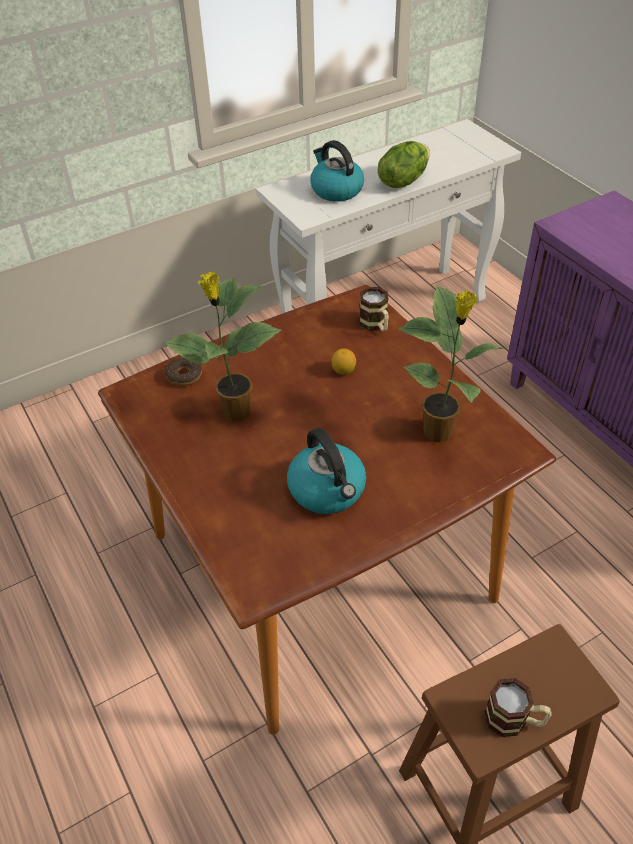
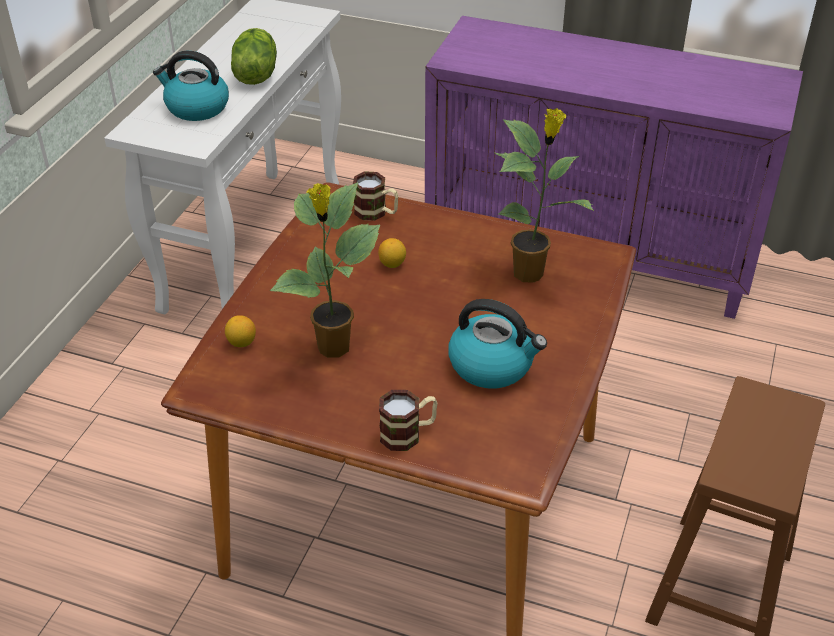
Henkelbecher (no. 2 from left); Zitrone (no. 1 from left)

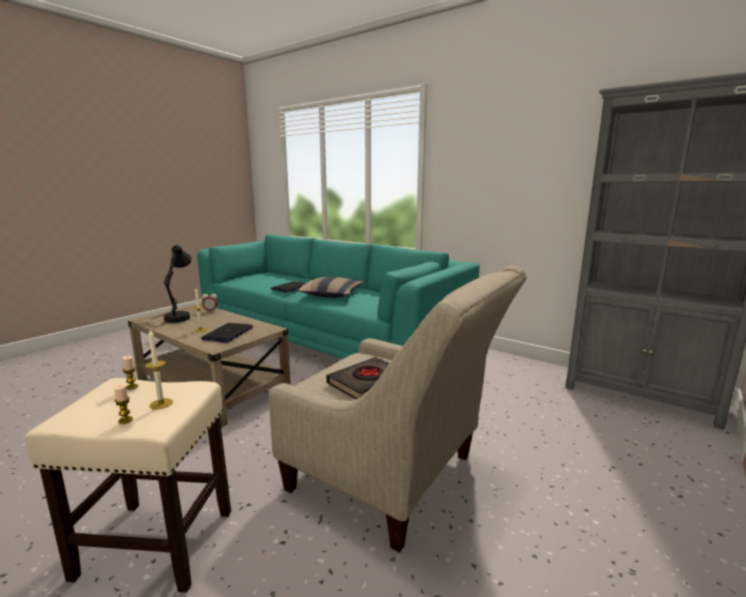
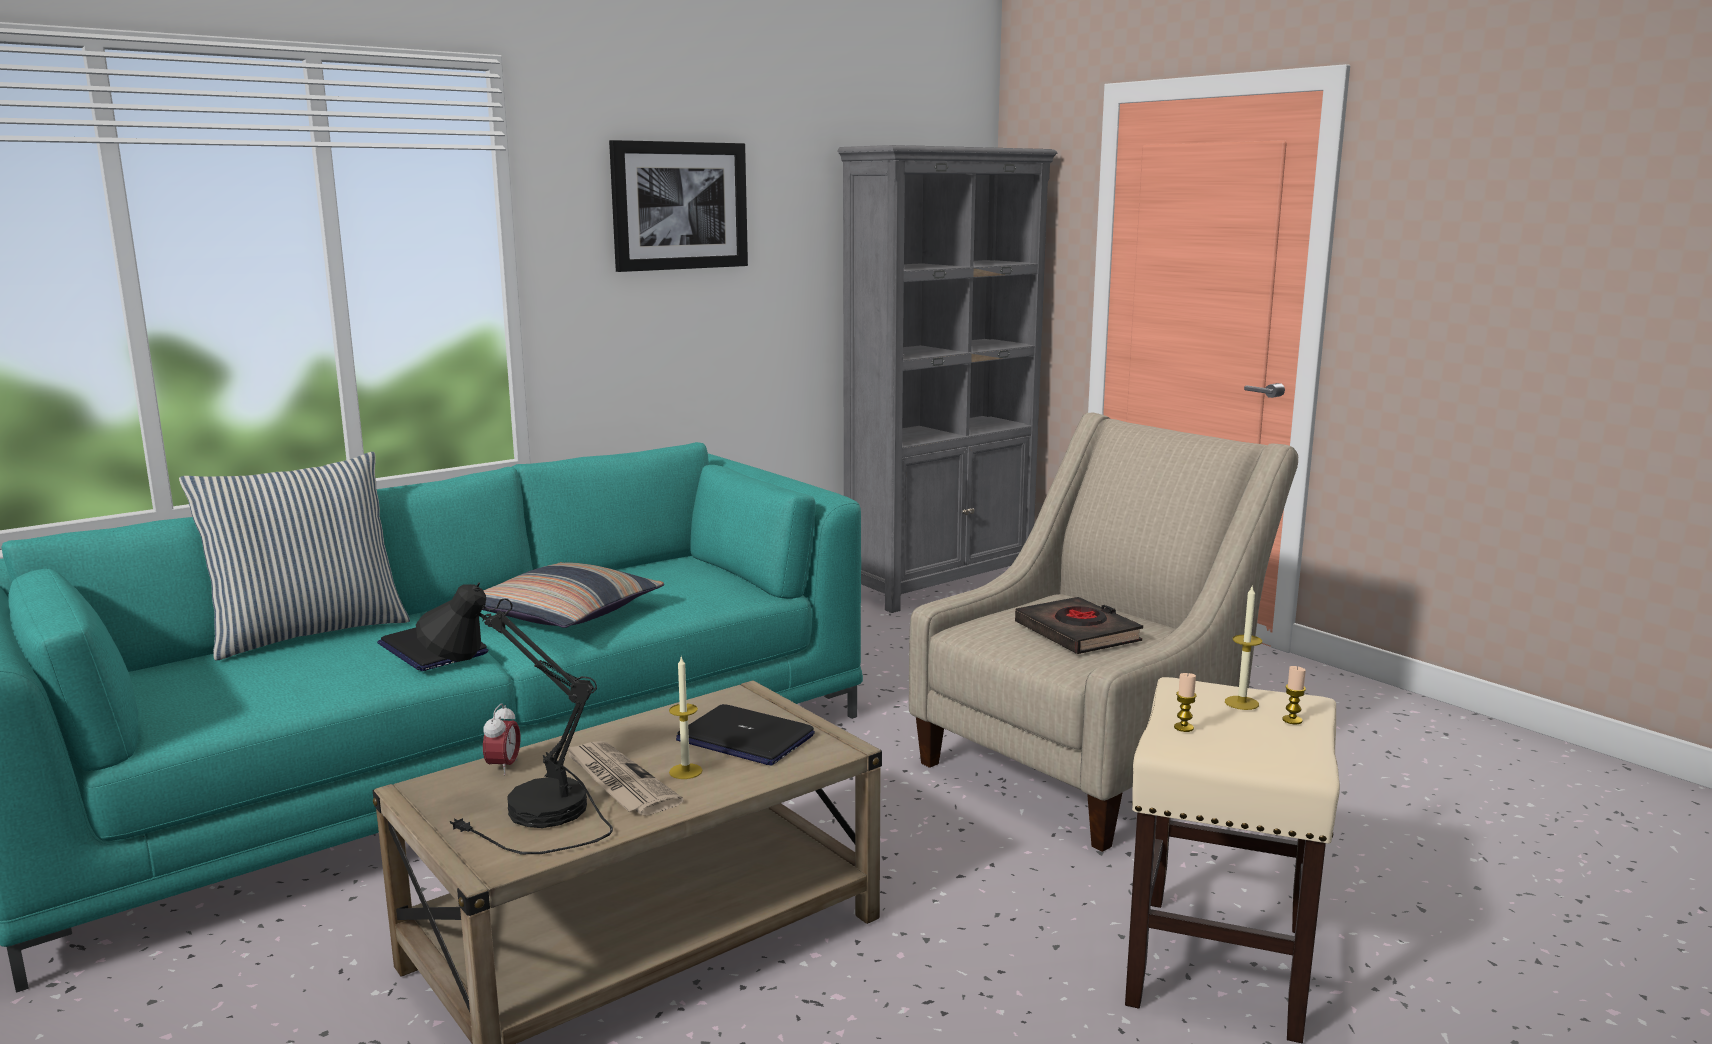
Kissen (no. 1 from left); Zeitung; Bild

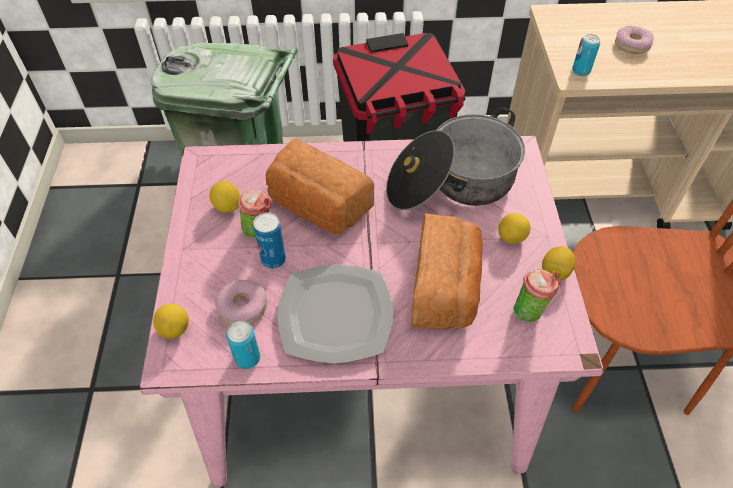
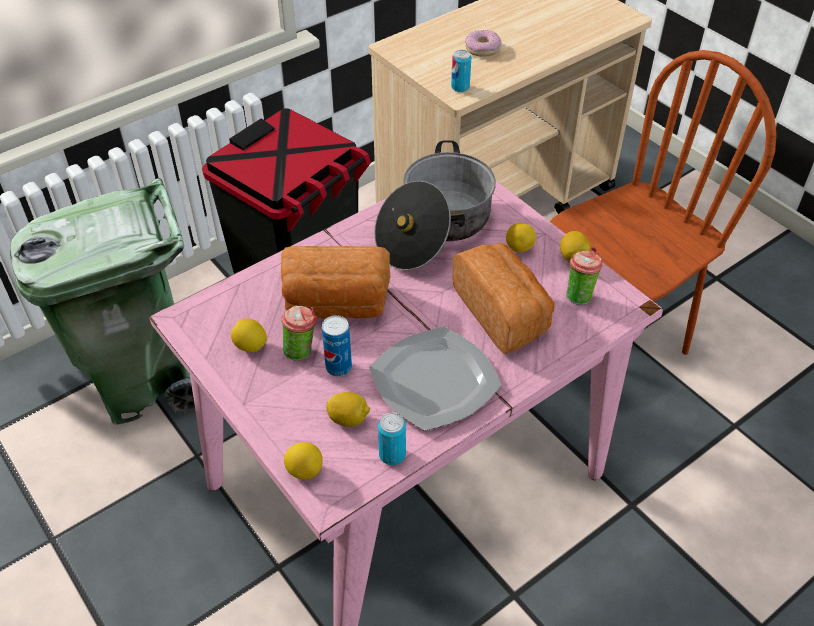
Zitrone (no. 3 from left)

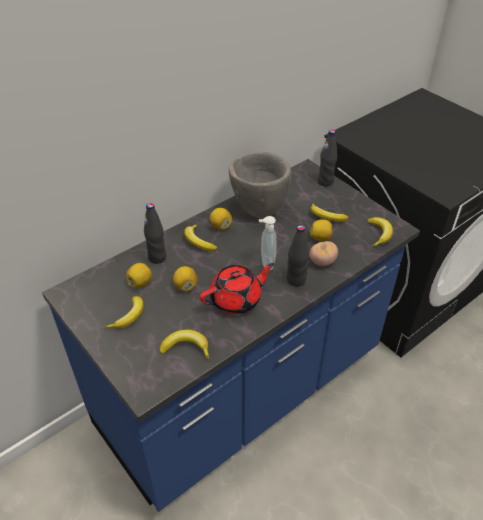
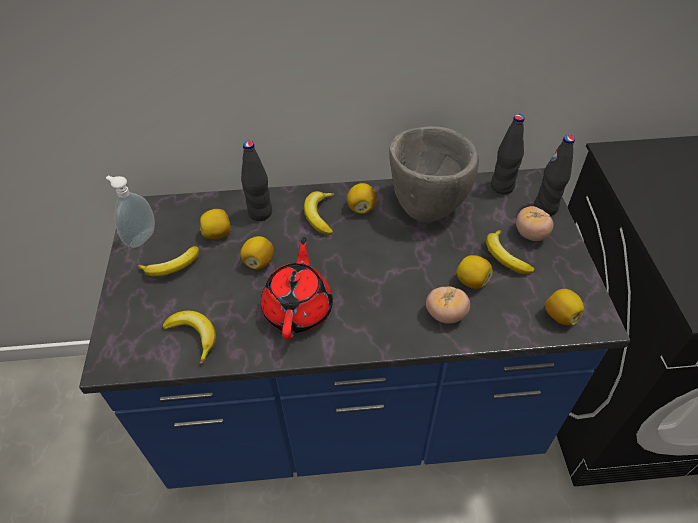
Tomate (no. 2 from left); Seifenspender; Flasche/schwarz (no. 2 from left); Zitrone (no. 5 from left); Teekanne/rot

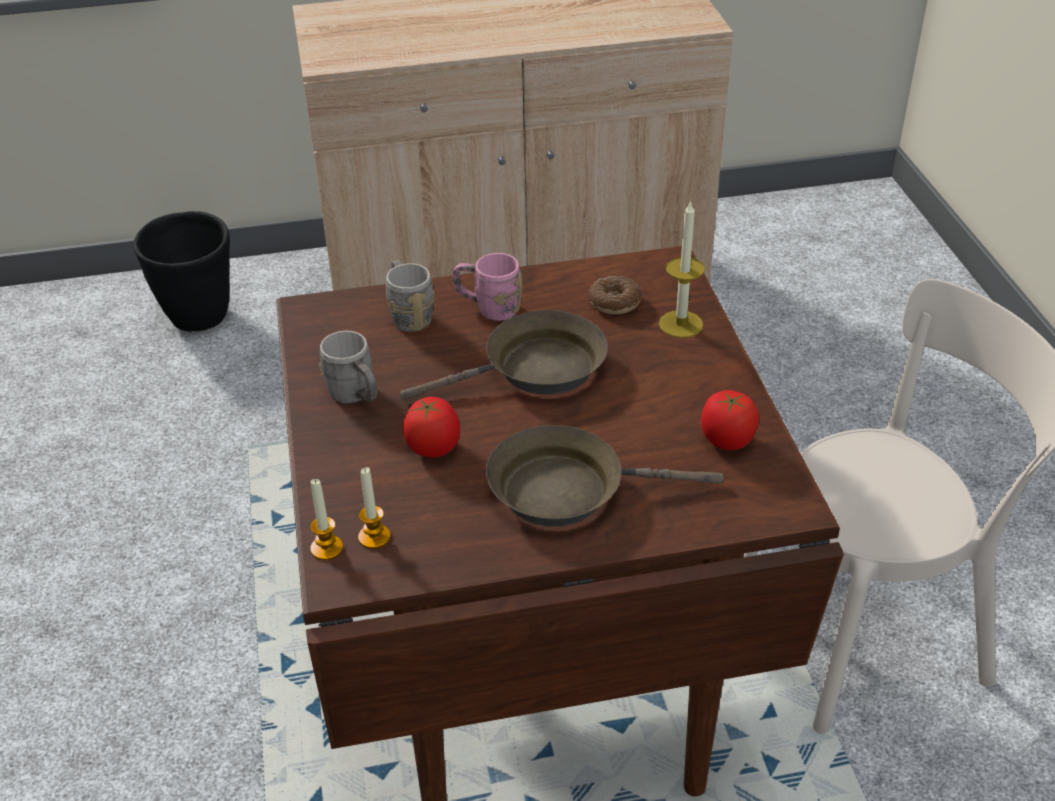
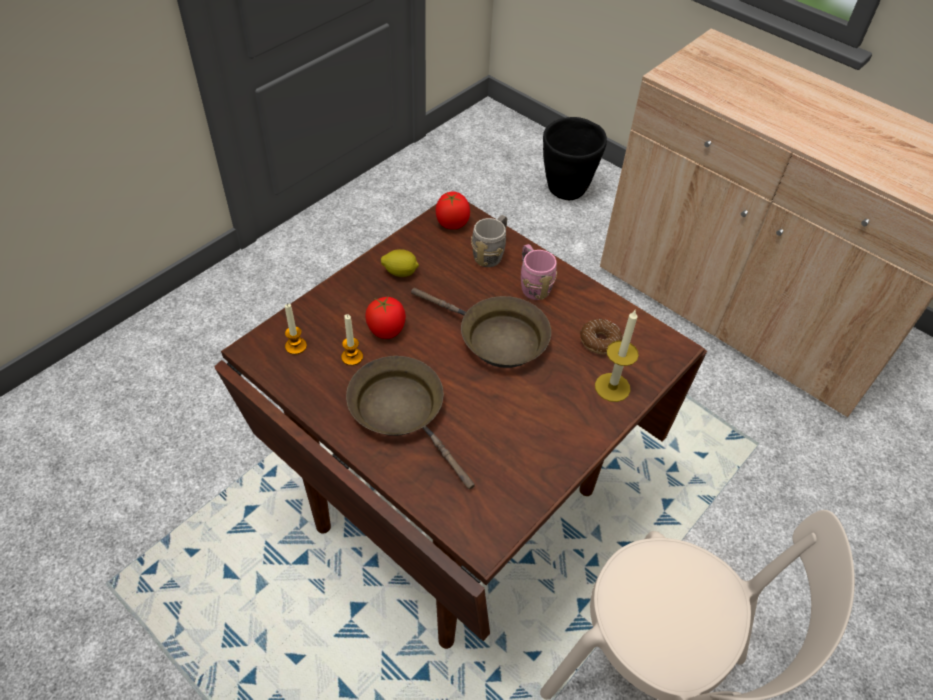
Kerze (no. 2 from left); Tomate (no. 2 from left); Zitrone

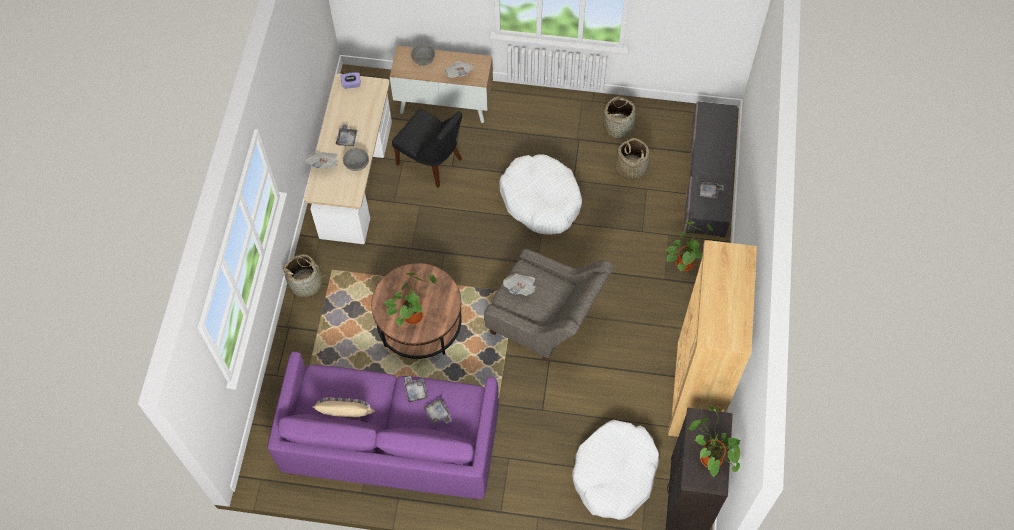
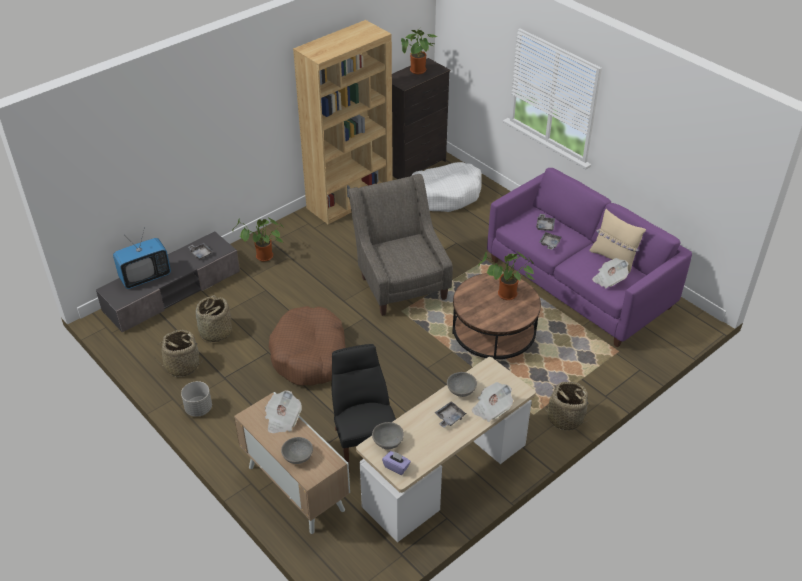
Fernseher; Pflanzkübel/grau; Schüssel/grau (no. 2 from left); Zeitung (no. 3 from left); Hundebett/braun

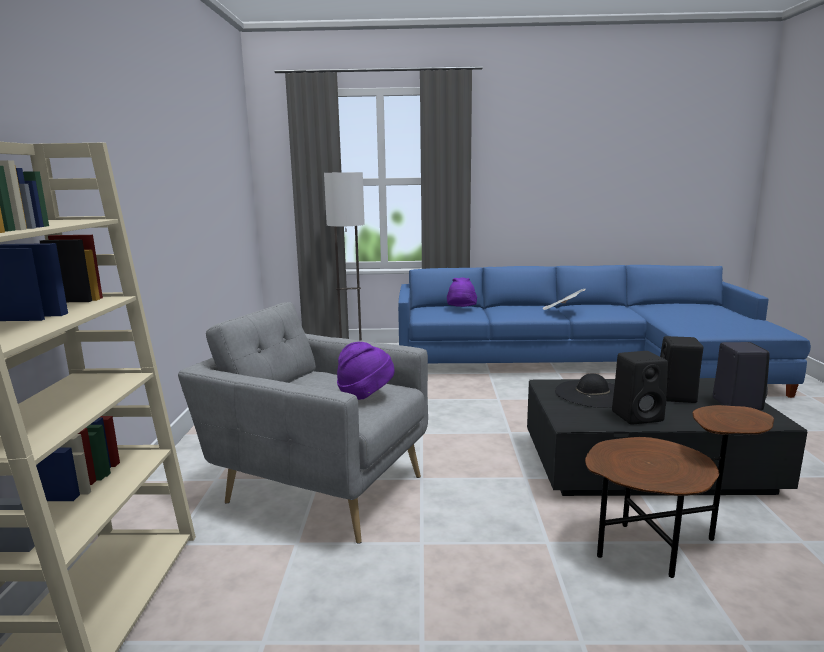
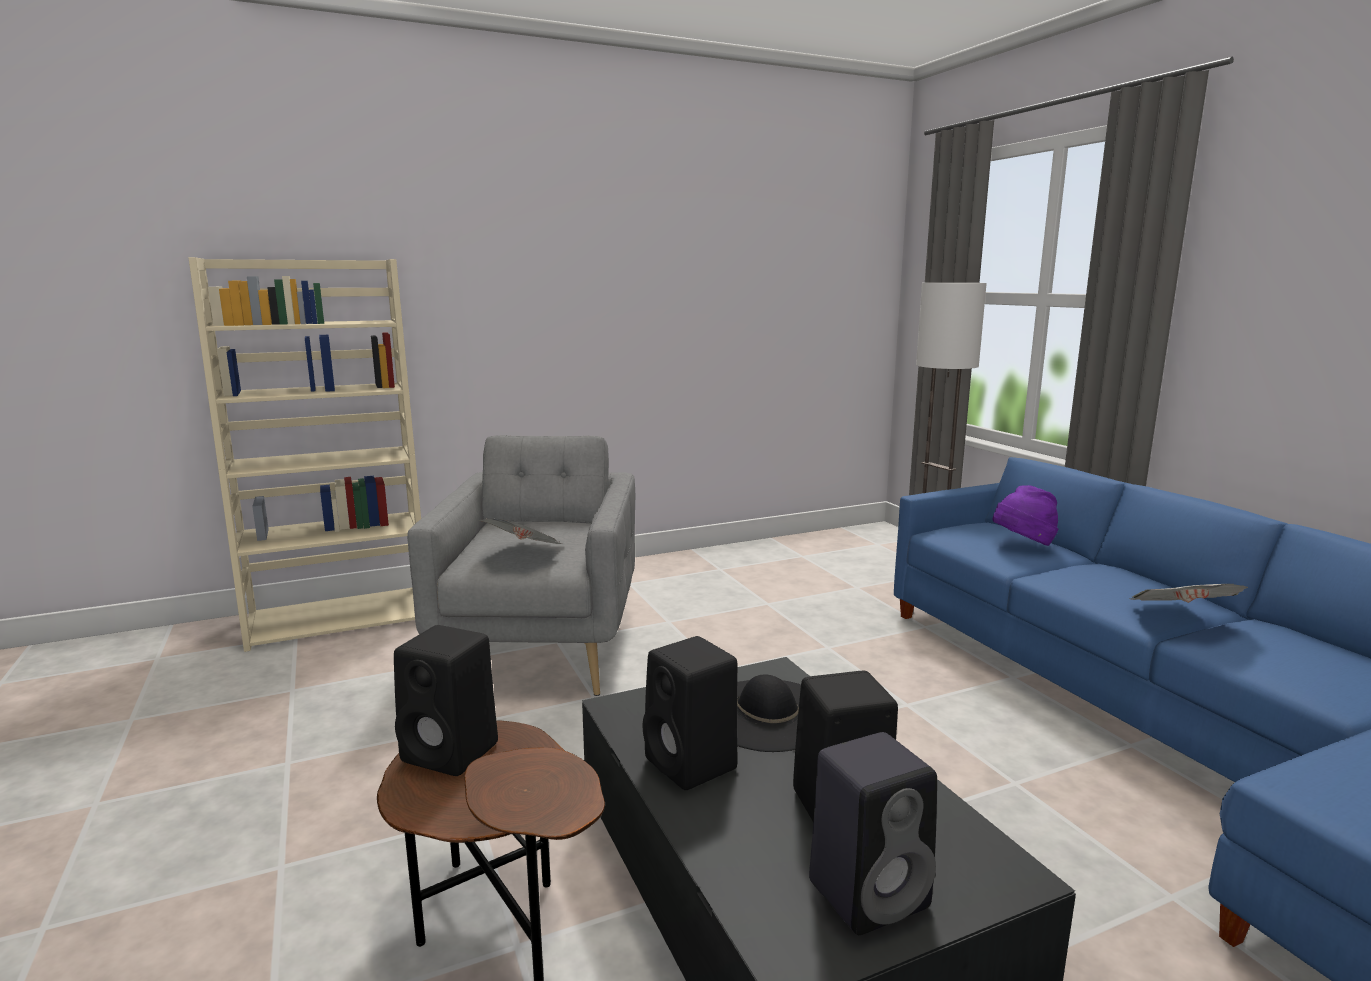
Lautsprecher/schwarz (no. 1 from left); Zeitung (no. 1 from left)

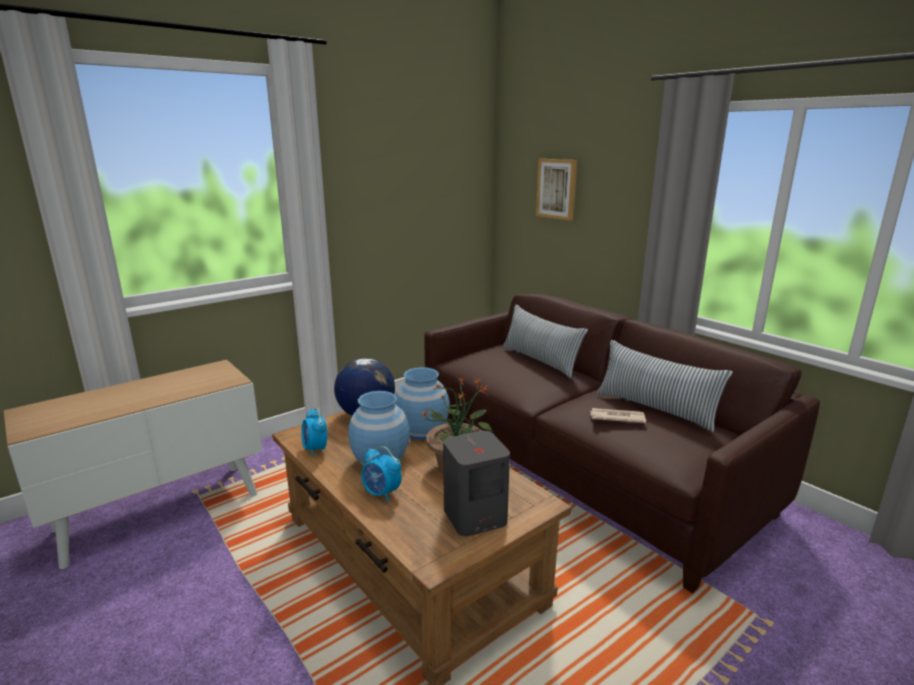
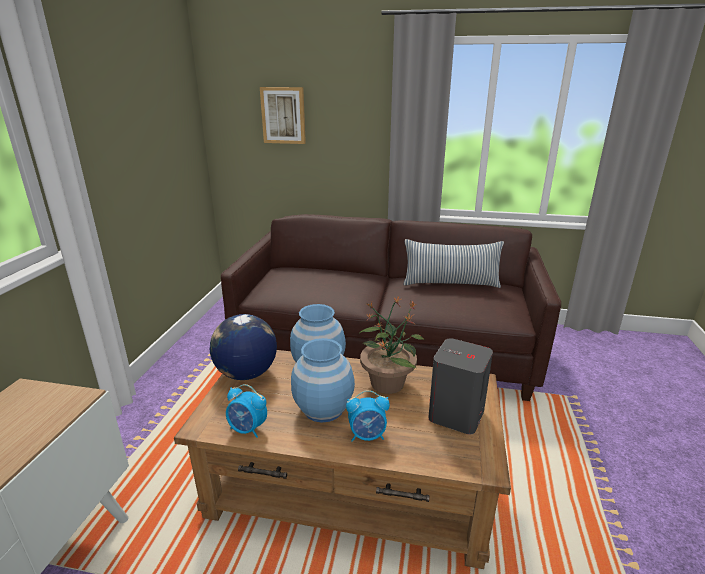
Kissen (no. 1 from left in the first image); Zeitung

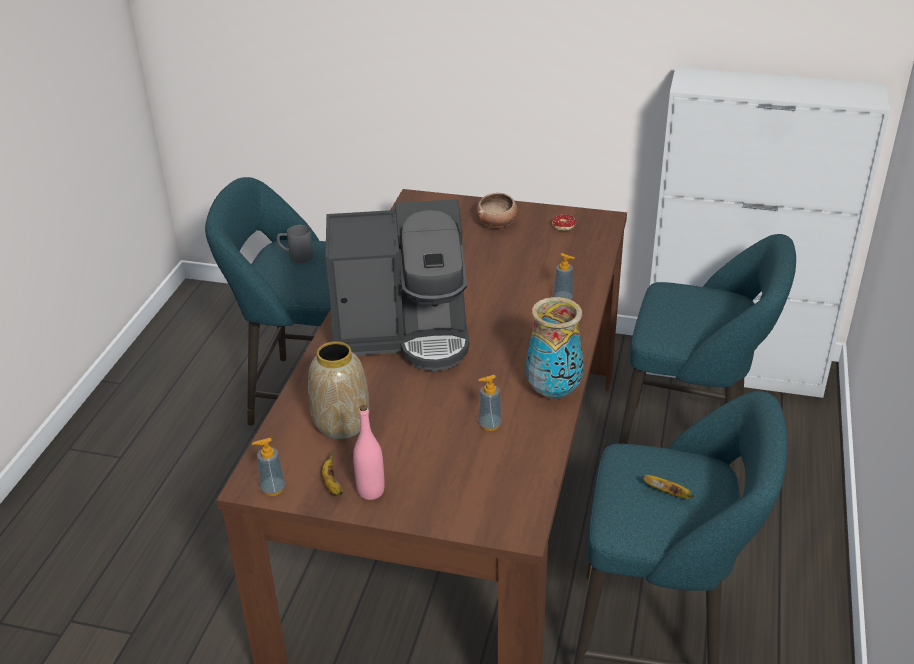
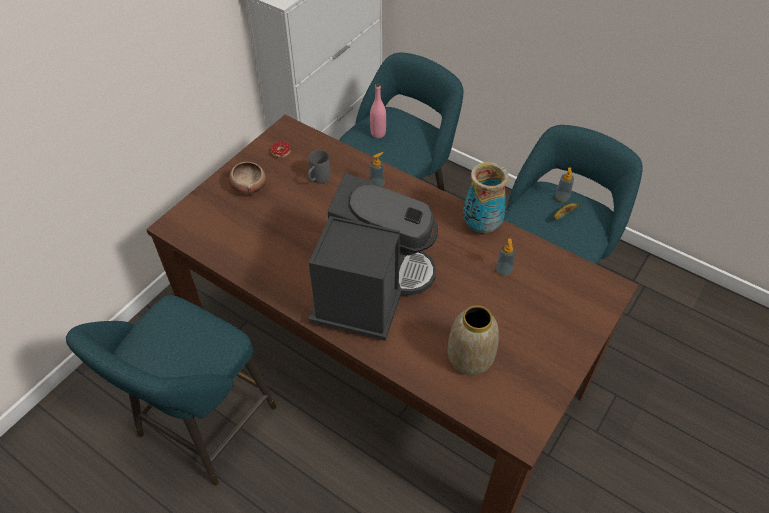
Banane (no. 1 from left in the first image); Seifenspender (no. 3 from left); Henkelbecher/grau; Flasche/rosa

